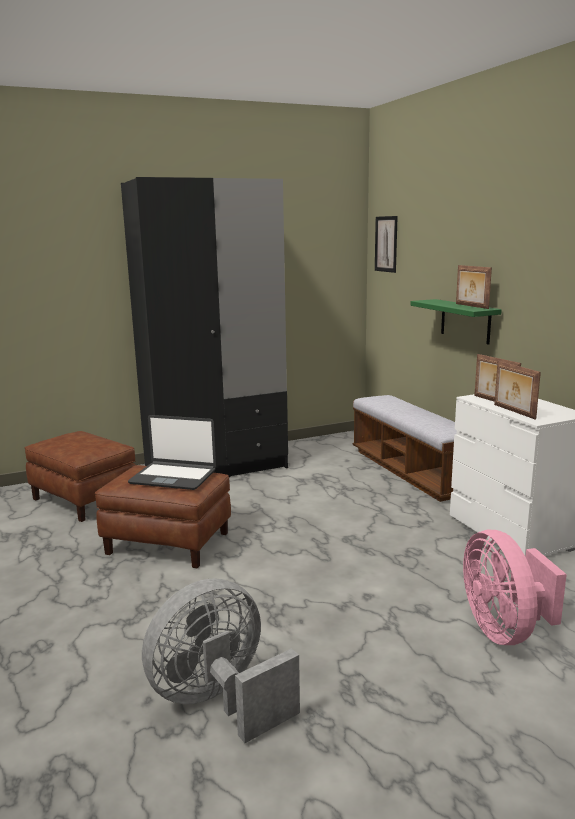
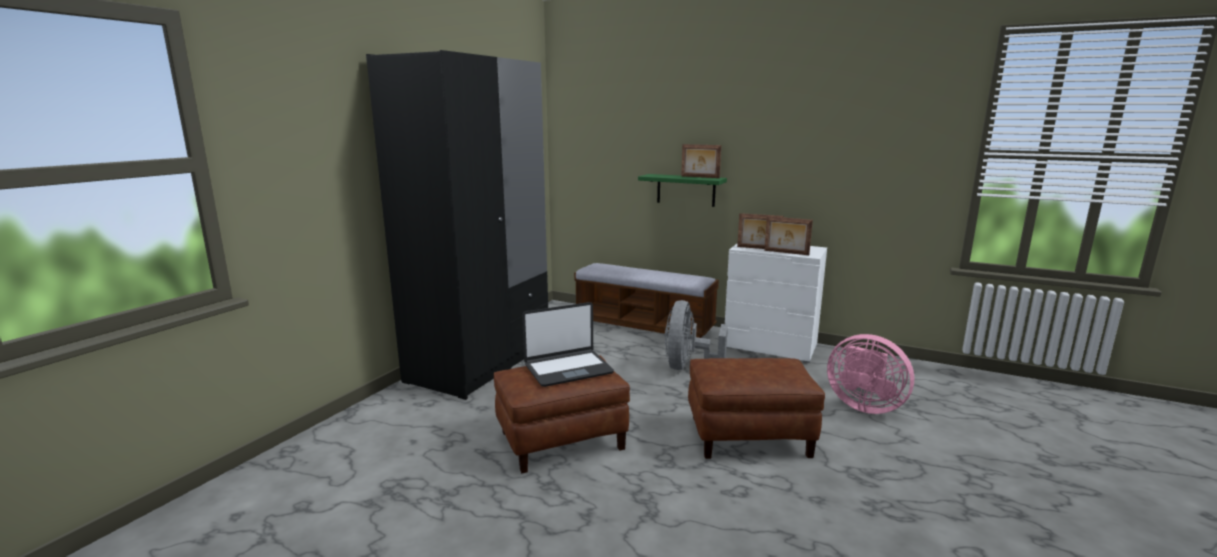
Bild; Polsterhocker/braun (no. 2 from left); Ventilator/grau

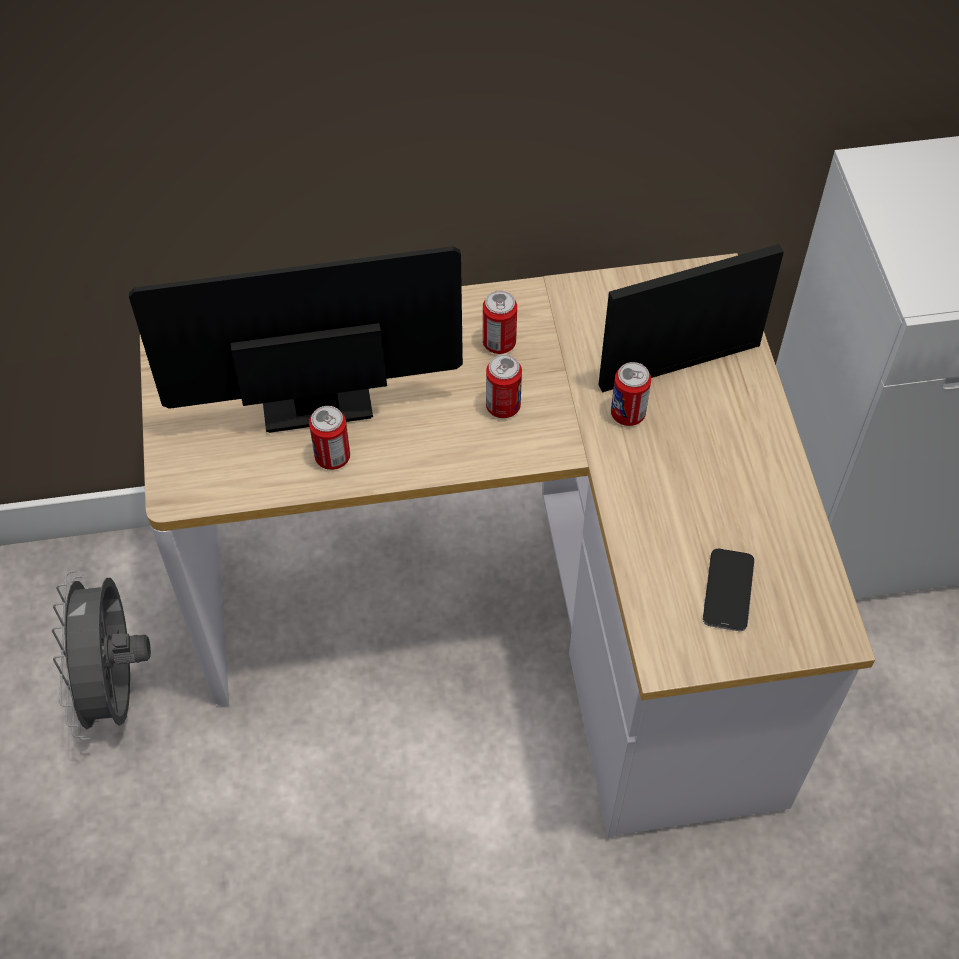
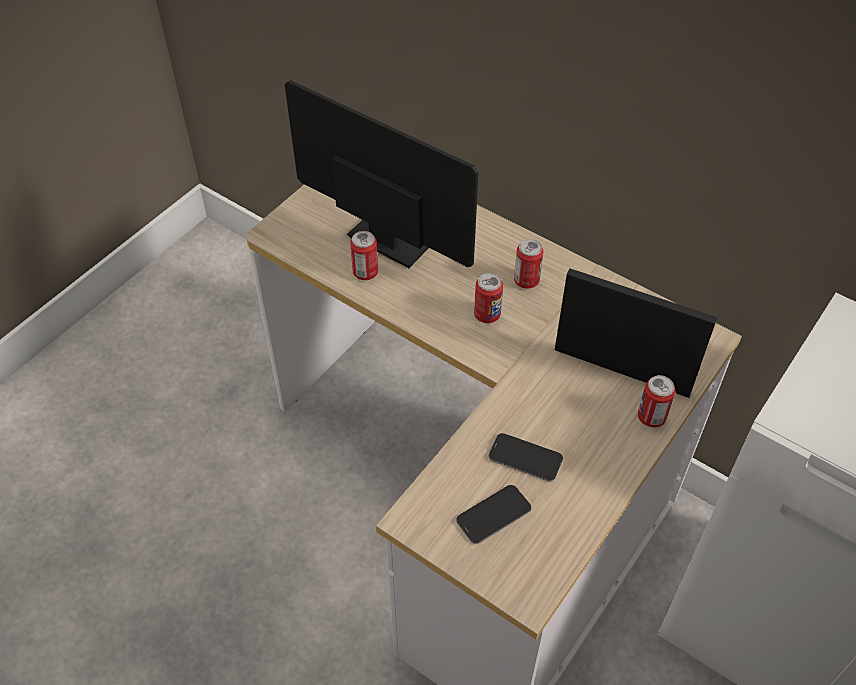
Ventilator/grau; Handy (no. 2 from left); Dose (no. 4 from left)

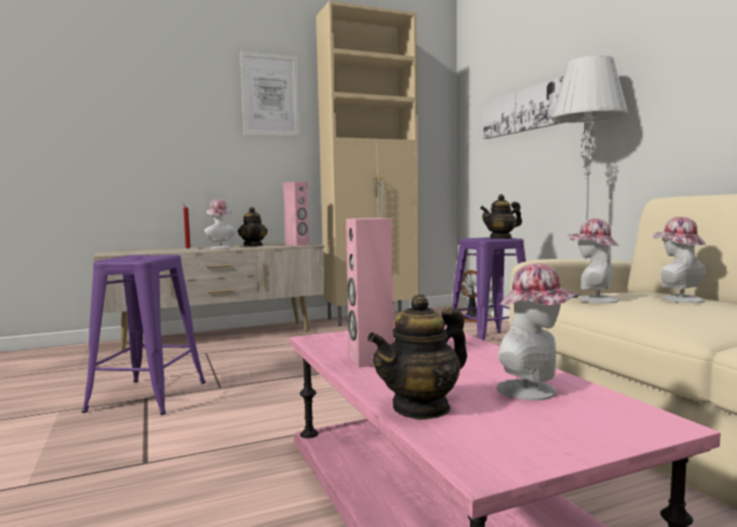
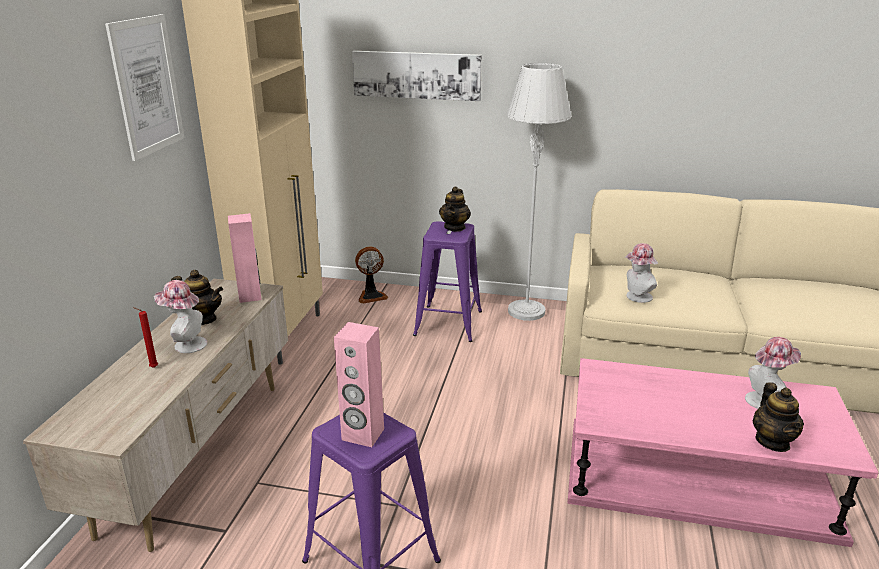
Hut (no. 4 from left in the first image); Lautsprecher/rosa (no. 2 from left)

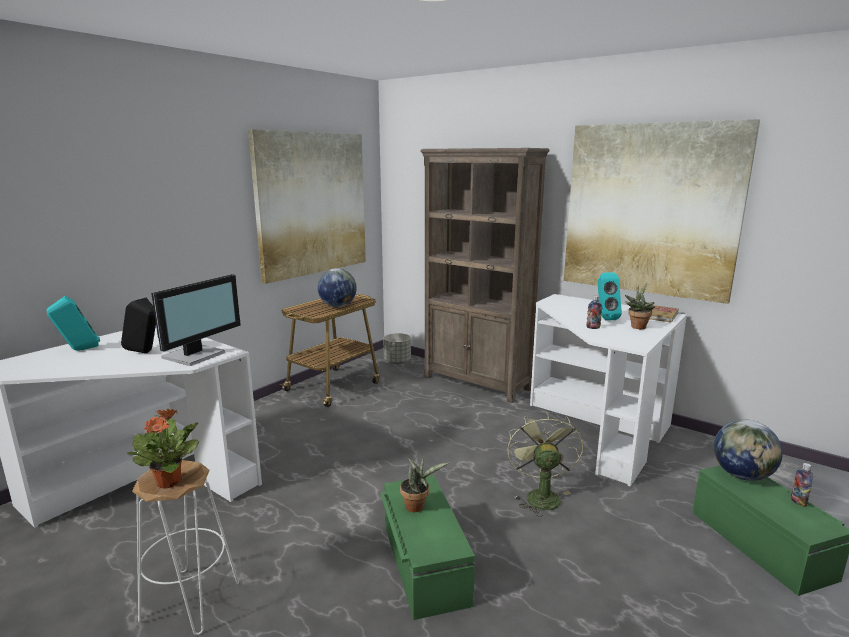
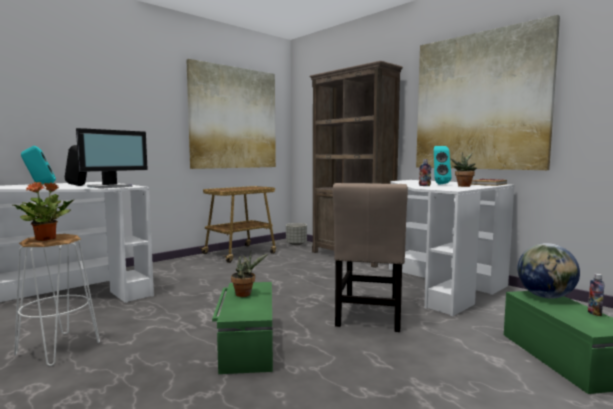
Globus (no. 1 from left in the first image); Stuhl/beige

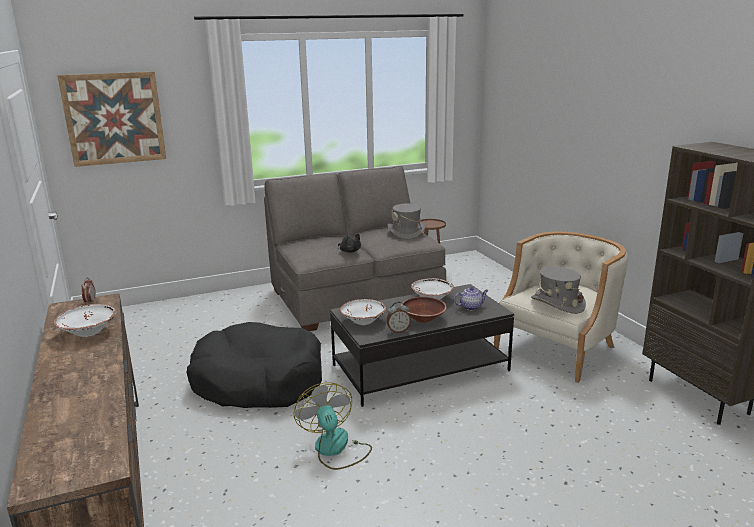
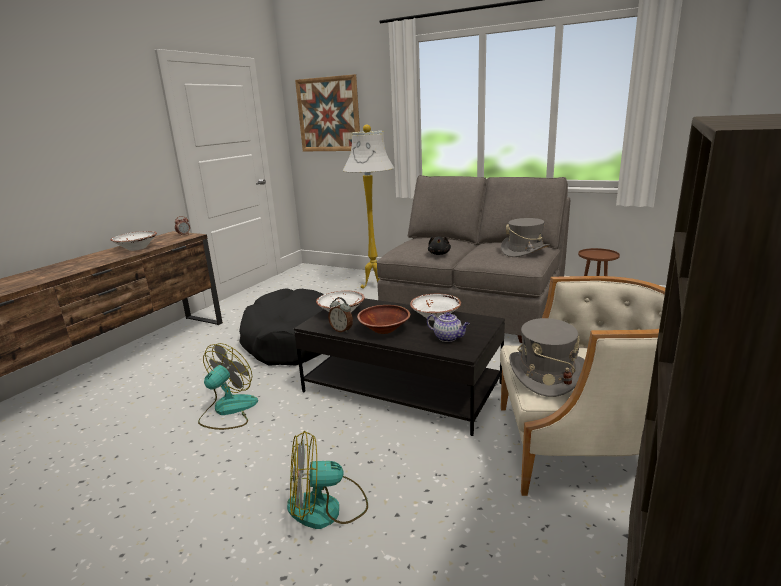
Ventilator (no. 2 from left); Stehlampe/weiß

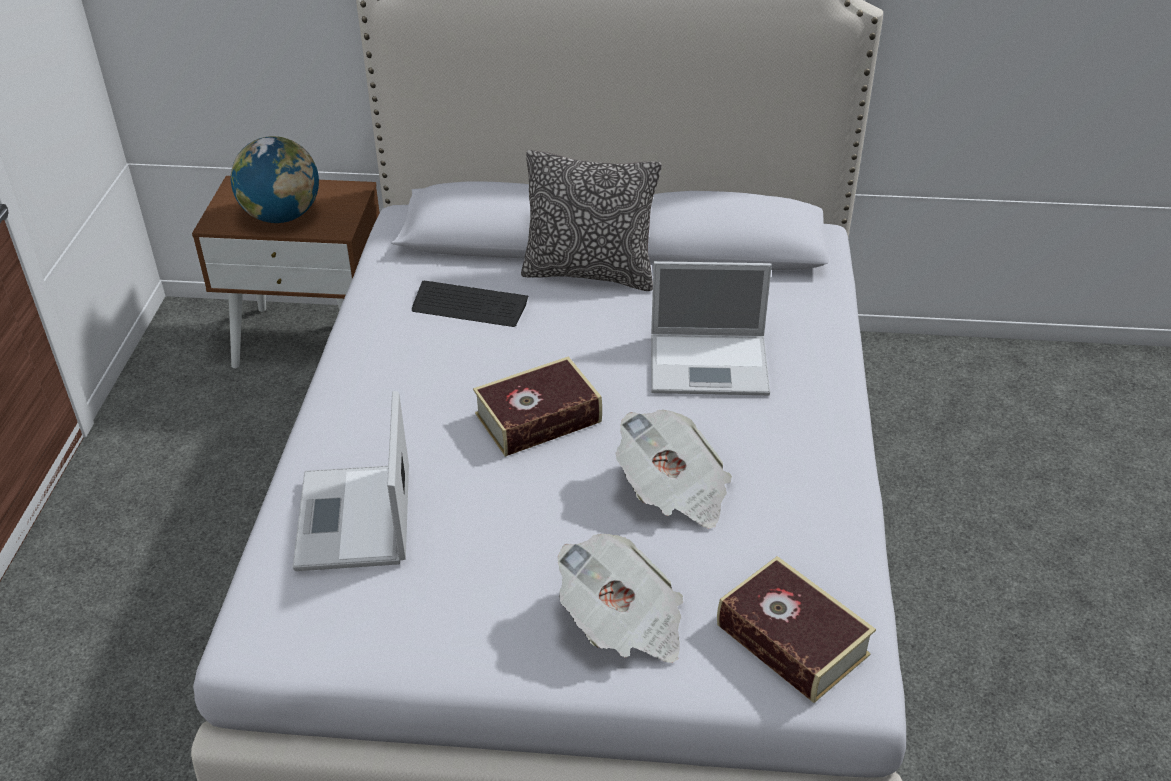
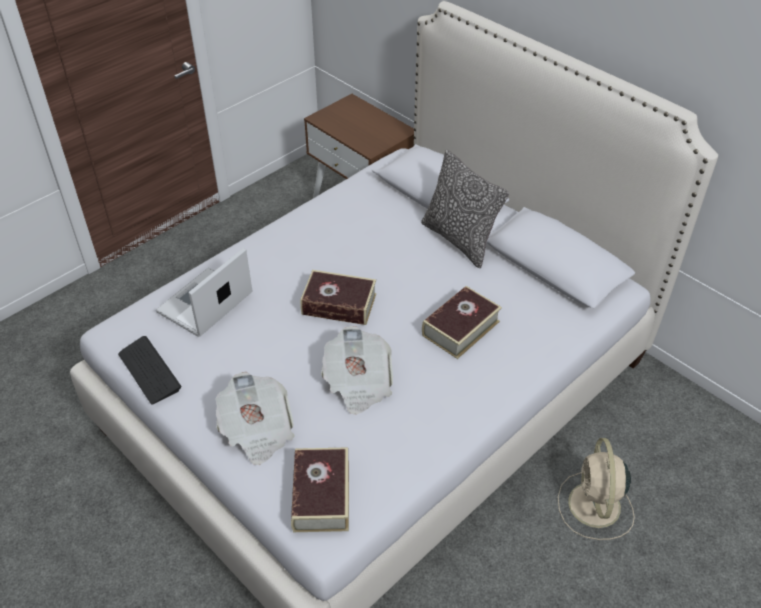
Globus; Ventilator/beige; Tastatur; Buch (no. 3 from left)

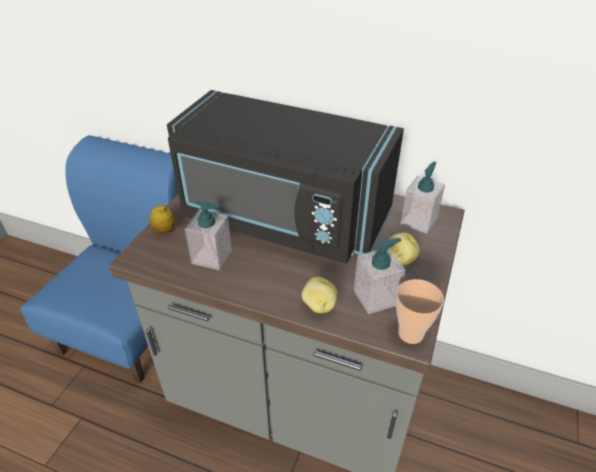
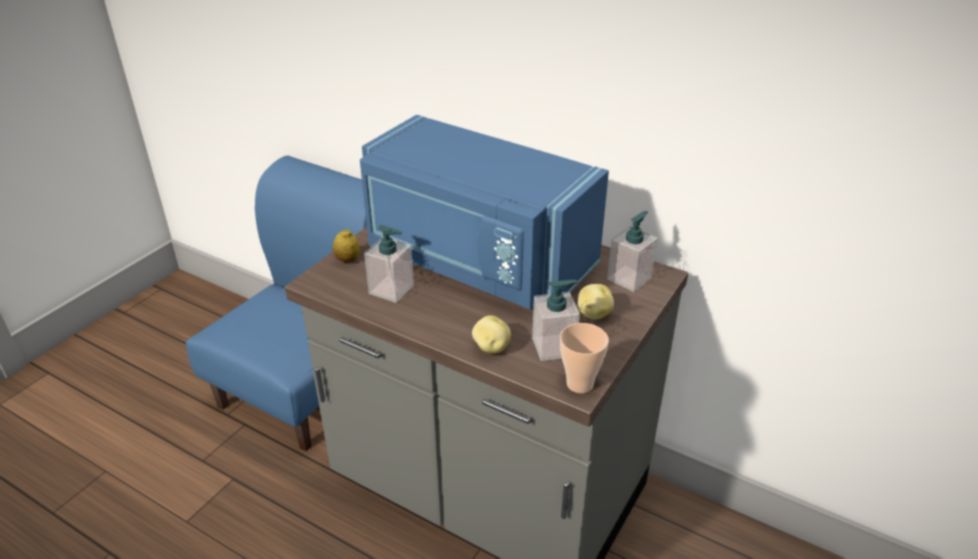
Mikrowelle/blau

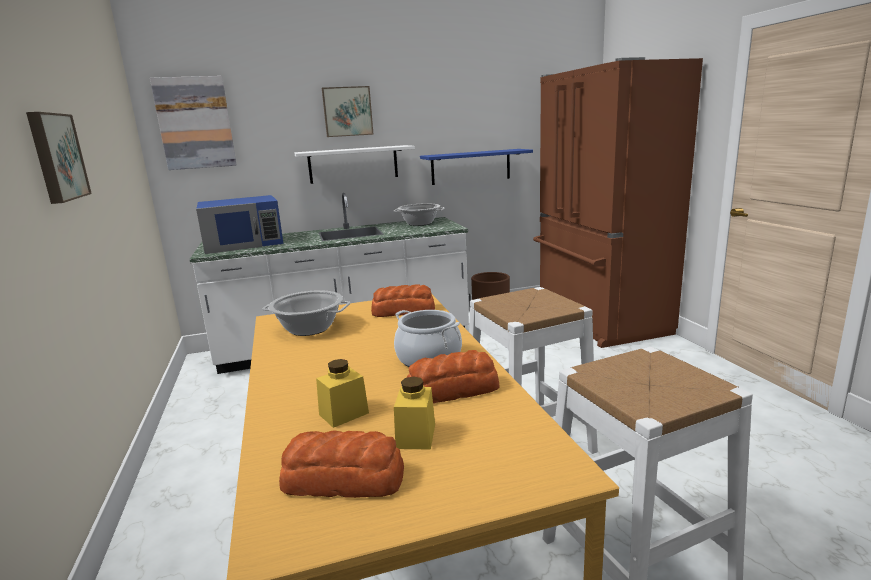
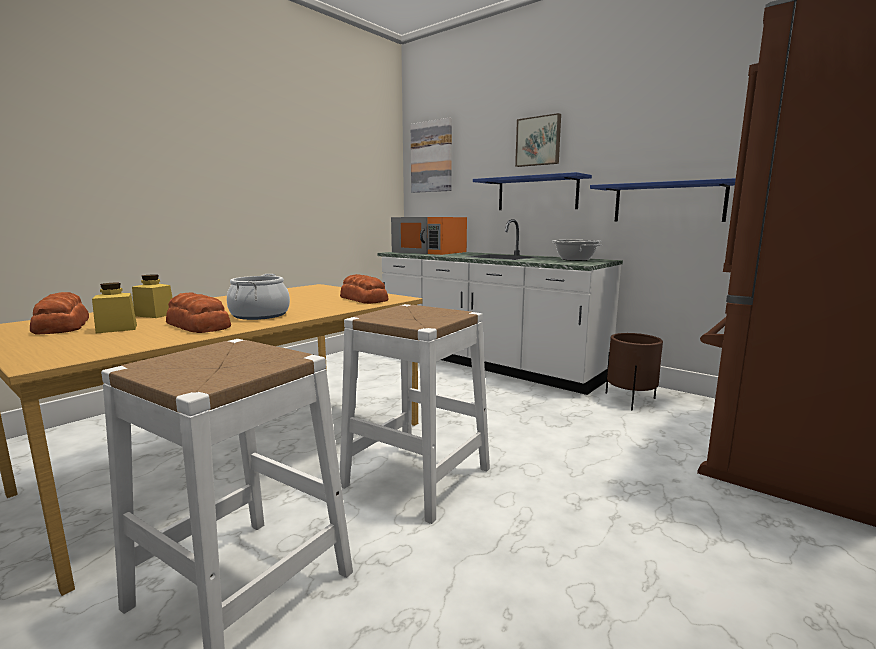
Bild (no. 1 from left in the first image); Kochtopf (no. 1 from left in the first image); Mikrowelle/orange; Wandregal/blau (no. 1 from left)

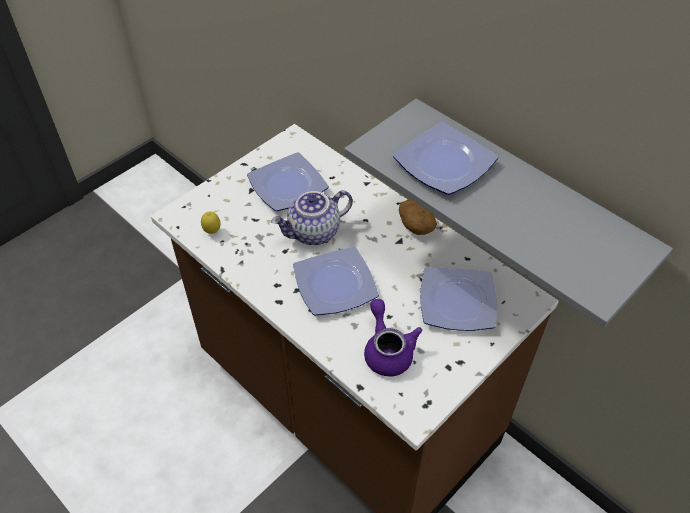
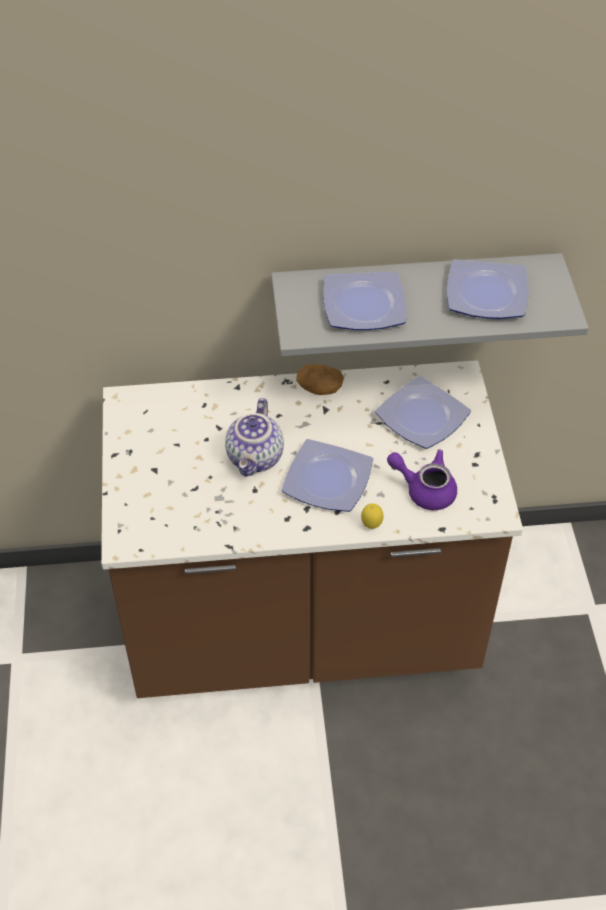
Zitrone; Teller (no. 4 from left)

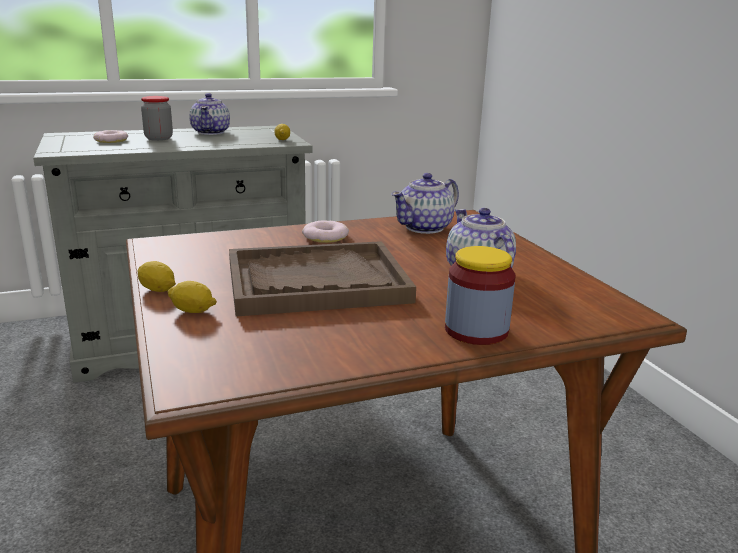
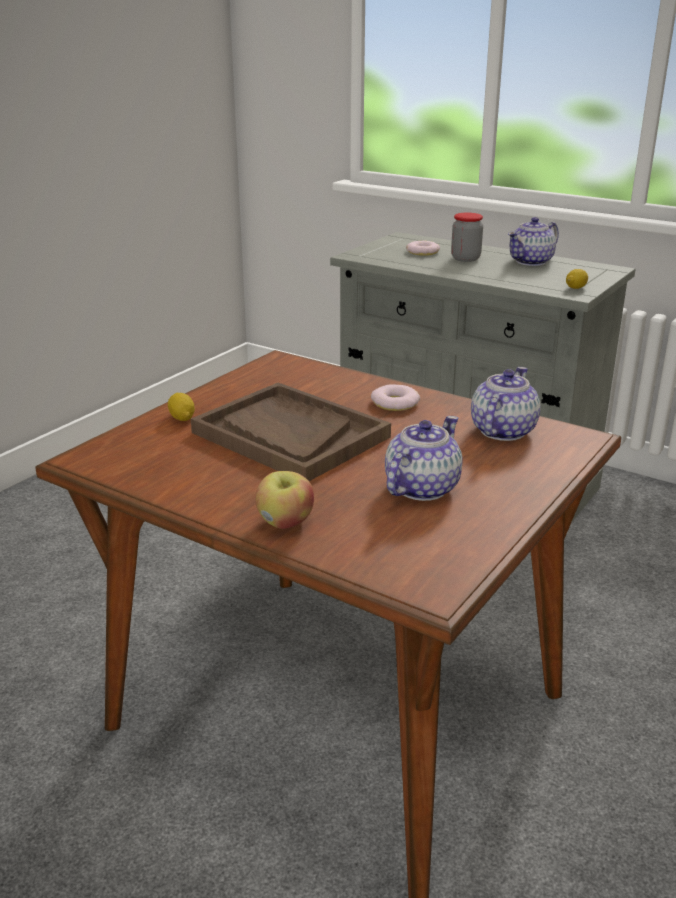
Zitrone (no. 1 from left in the first image); Apfel; Teekanne (no. 2 from left)

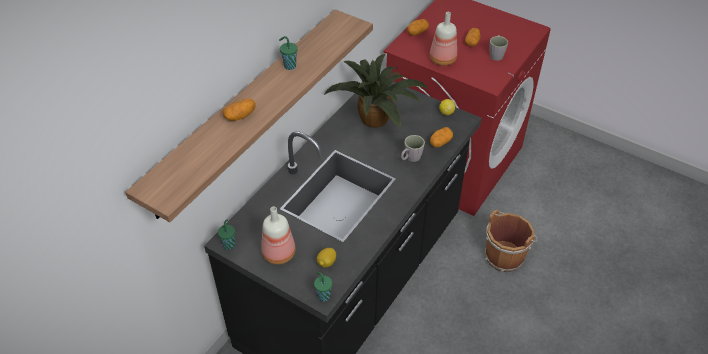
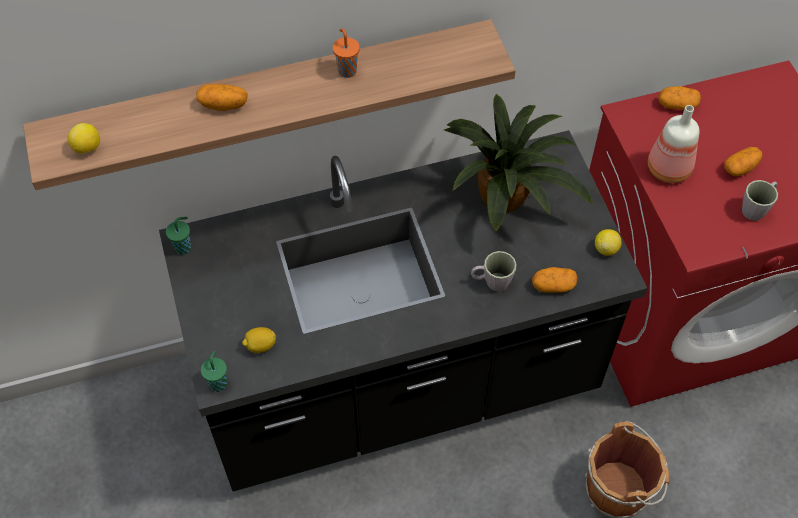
Flasche (no. 1 from left in the first image); Zitrone (no. 1 from left); Tasse/orange

